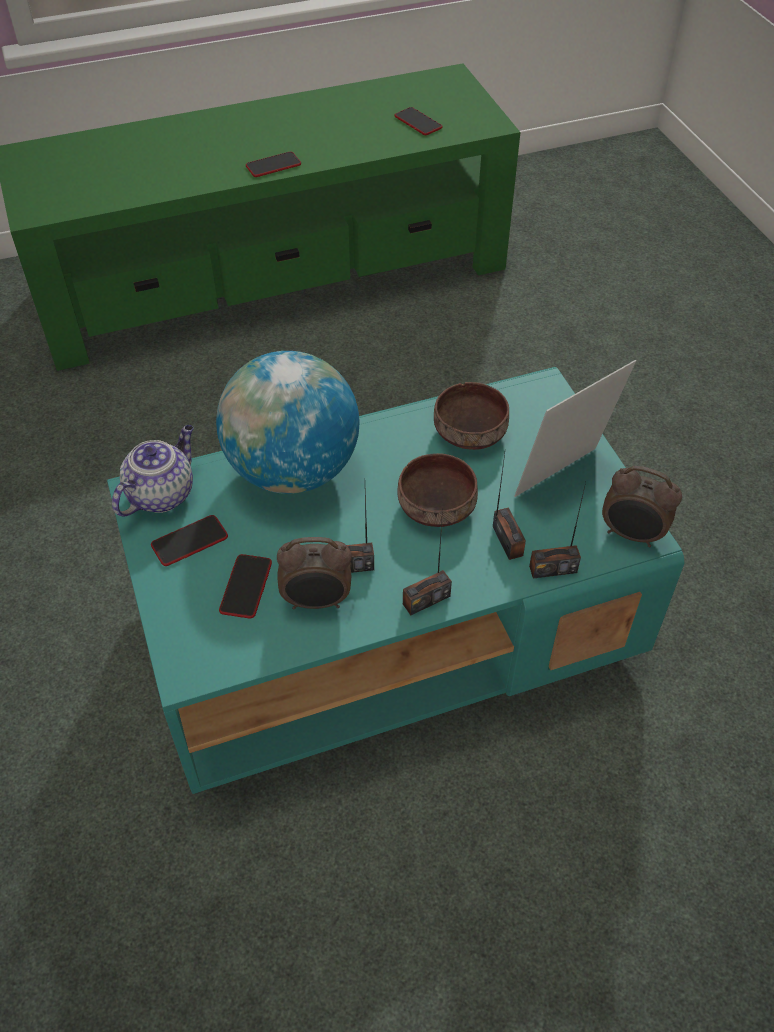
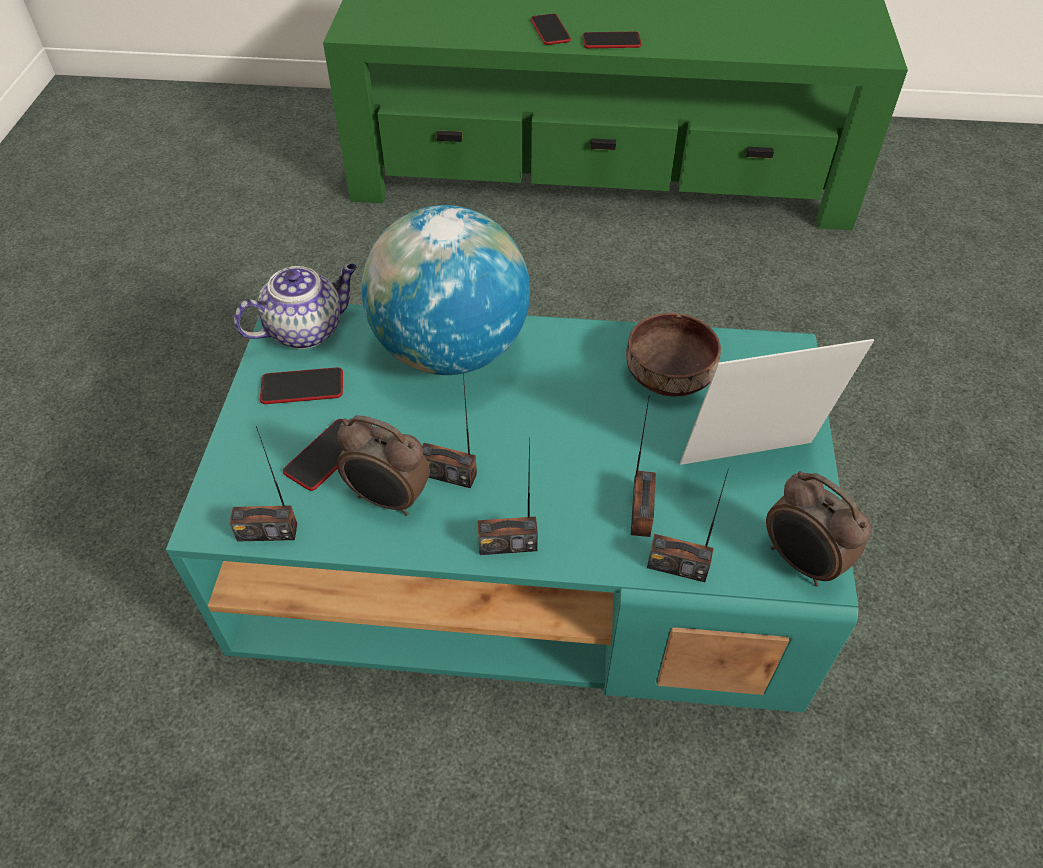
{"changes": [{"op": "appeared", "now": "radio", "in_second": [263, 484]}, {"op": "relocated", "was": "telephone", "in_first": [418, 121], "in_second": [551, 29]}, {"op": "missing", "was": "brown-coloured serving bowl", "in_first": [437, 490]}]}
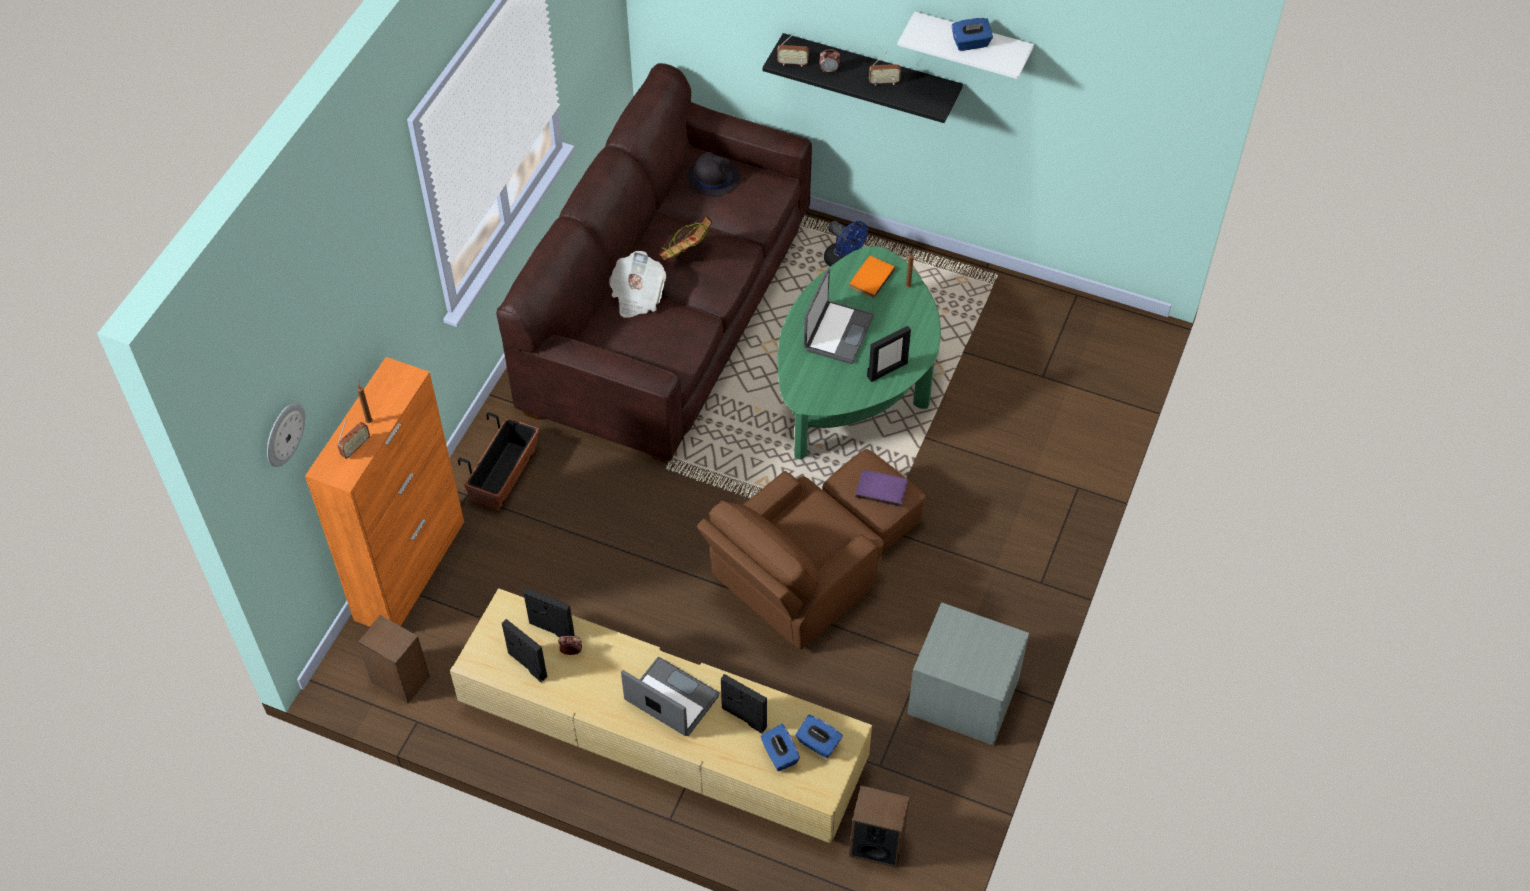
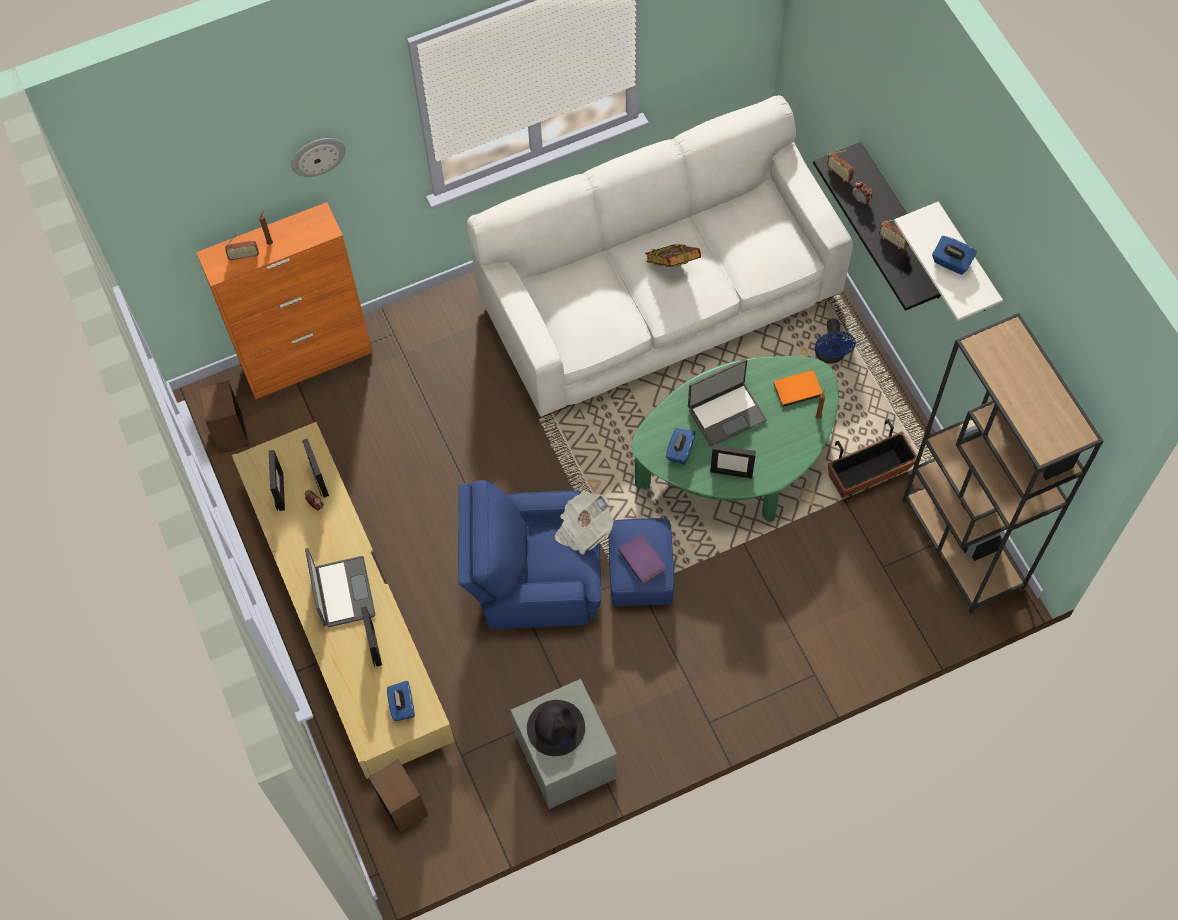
{"changes": [{"op": "relocated", "was": "hanging clock", "in_first": [286, 435], "in_second": [318, 157]}, {"op": "colour", "was": "brown-coloured armchair", "now": "blue armchair", "in_first": [811, 549], "in_second": [566, 554]}, {"op": "colour", "was": "brown-coloured settee", "now": "whitish settee", "in_first": [654, 263], "in_second": [660, 256]}, {"op": "relocated", "was": "black-coloured hat", "in_first": [713, 174], "in_second": [556, 728]}, {"op": "relocated", "was": "printed paper", "in_first": [637, 284], "in_second": [584, 522]}, {"op": "relocated", "was": "blue box of tissues", "in_first": [780, 747], "in_second": [681, 446]}, {"op": "relocated", "was": "flower pot", "in_first": [499, 461], "in_second": [872, 458]}, {"op": "appeared", "now": "bookcase", "in_second": [1003, 463]}]}
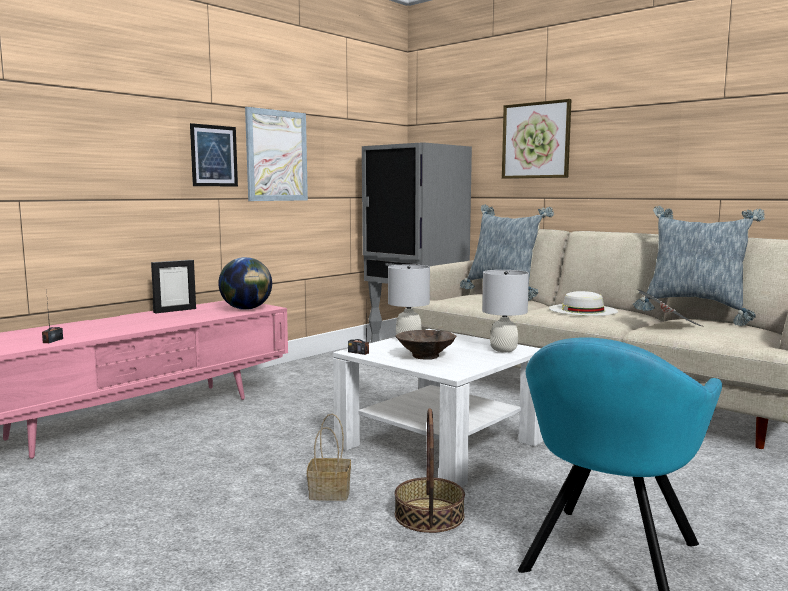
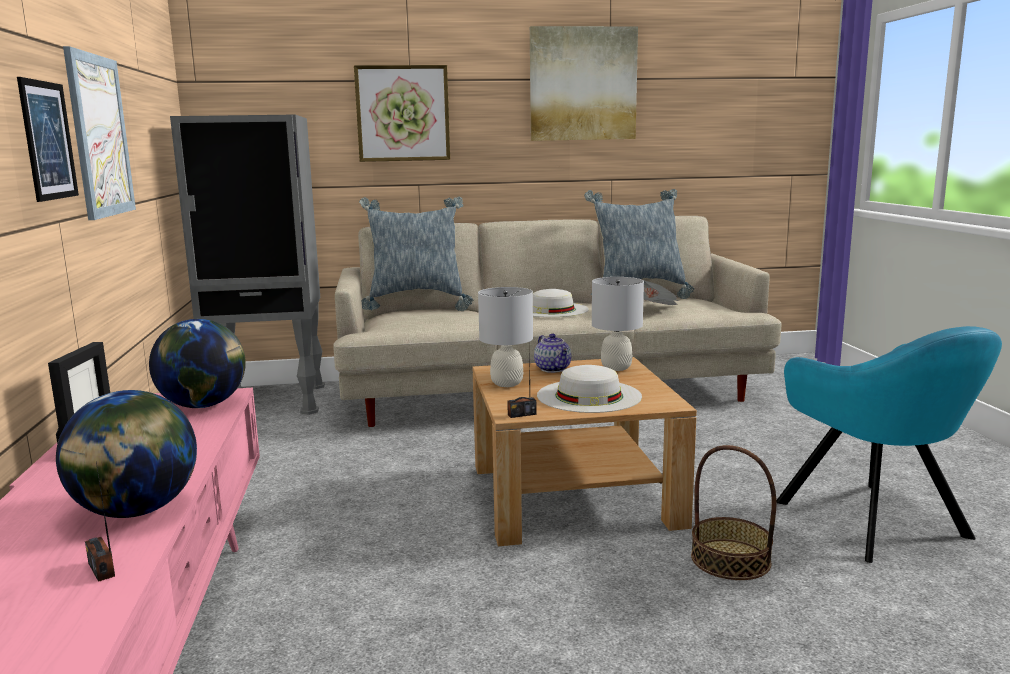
{"changes": [{"op": "appeared", "now": "globe", "in_second": [126, 454]}, {"op": "colour", "was": "whitish coffee table", "now": "brown-coloured coffee table", "in_first": [438, 408], "in_second": [585, 451]}, {"op": "appeared", "now": "wall art", "in_second": [584, 83]}, {"op": "appeared", "now": "pot for tea", "in_second": [552, 353]}, {"op": "exchanged", "was": "brown-coloured serving bowl", "now": "whitish hat", "in_first": [426, 345], "in_second": [589, 389]}, {"op": "missing", "was": "household basket", "in_first": [329, 457]}]}
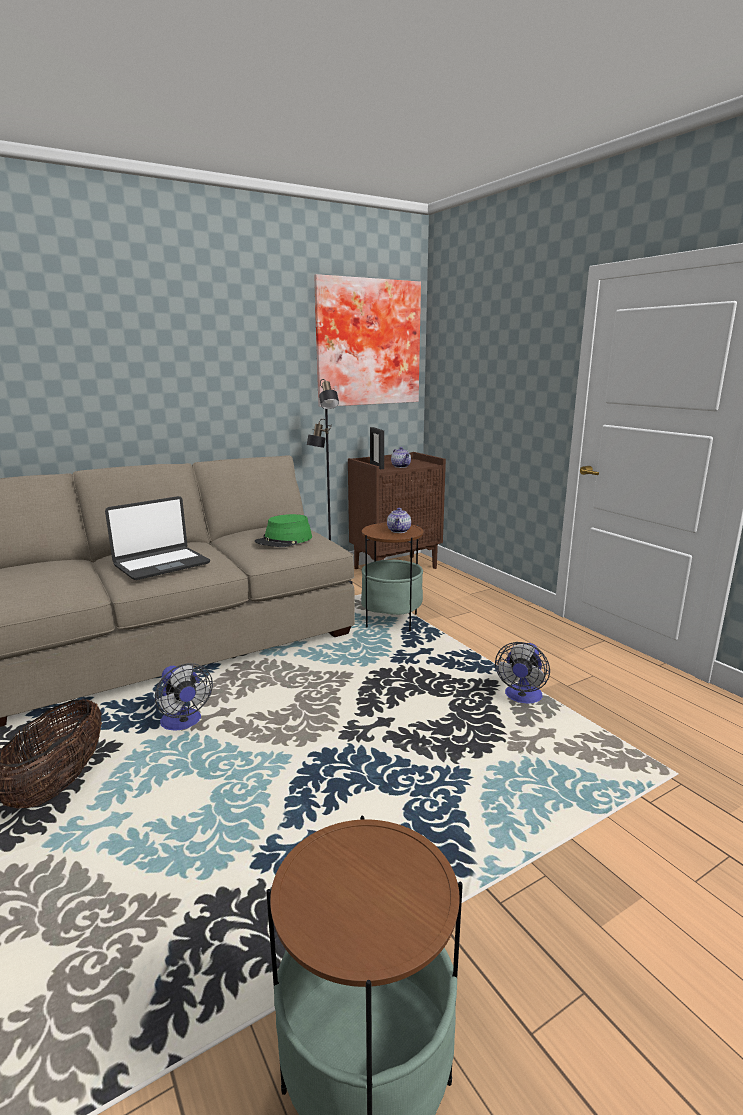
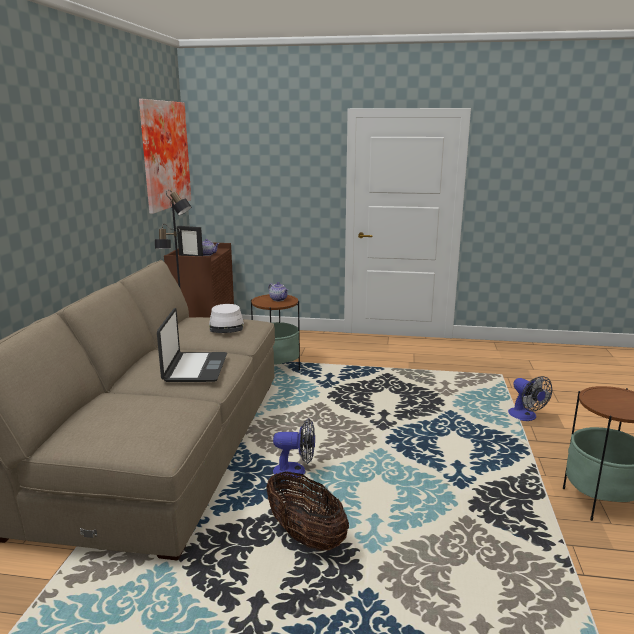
{"changes": [{"op": "colour", "was": "green-coloured hat", "now": "whitish hat", "in_first": [283, 530], "in_second": [226, 318]}, {"op": "relocated", "was": "fan", "in_first": [522, 672], "in_second": [530, 398]}]}
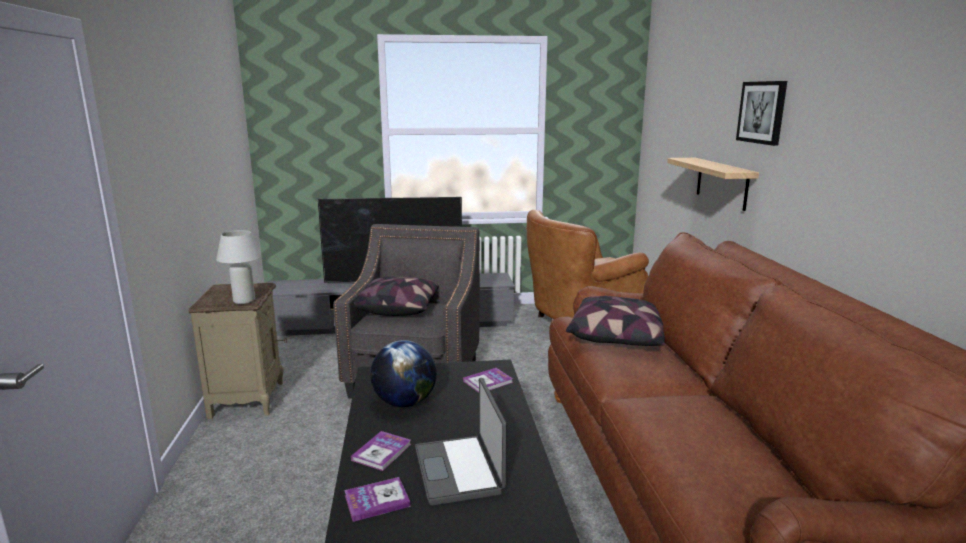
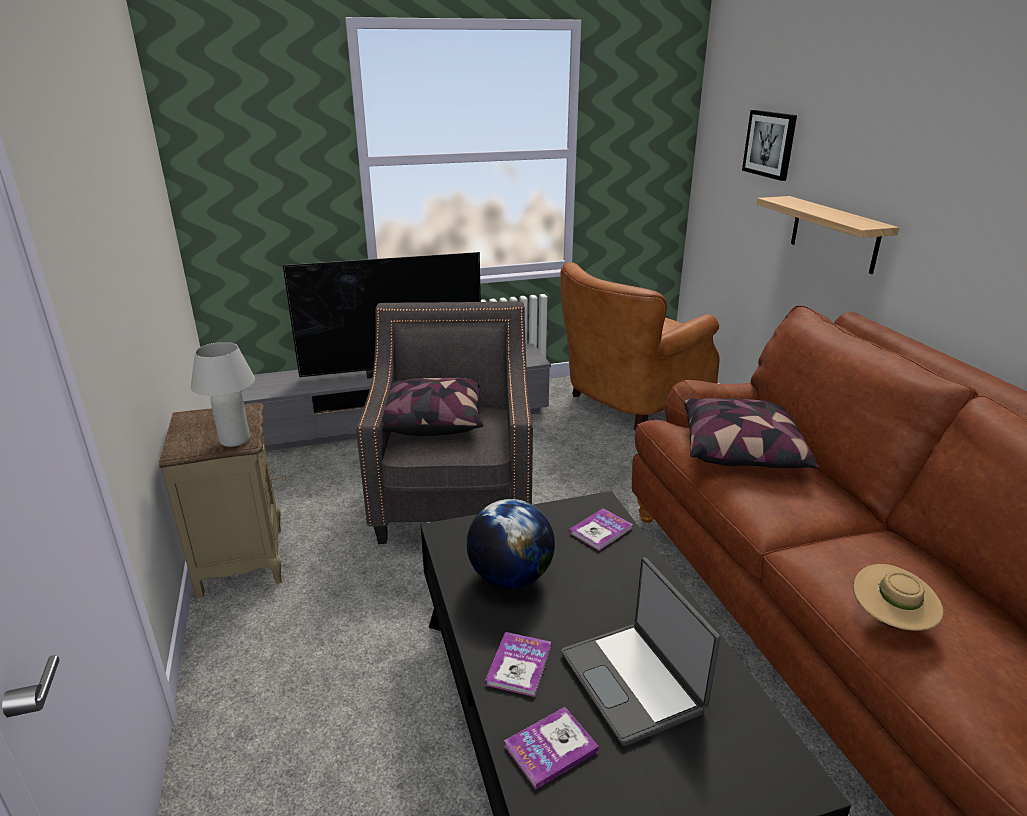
{"changes": [{"op": "relocated", "was": "wall art", "in_first": [761, 113], "in_second": [769, 145]}, {"op": "appeared", "now": "beige-coloured hat", "in_second": [898, 597]}]}
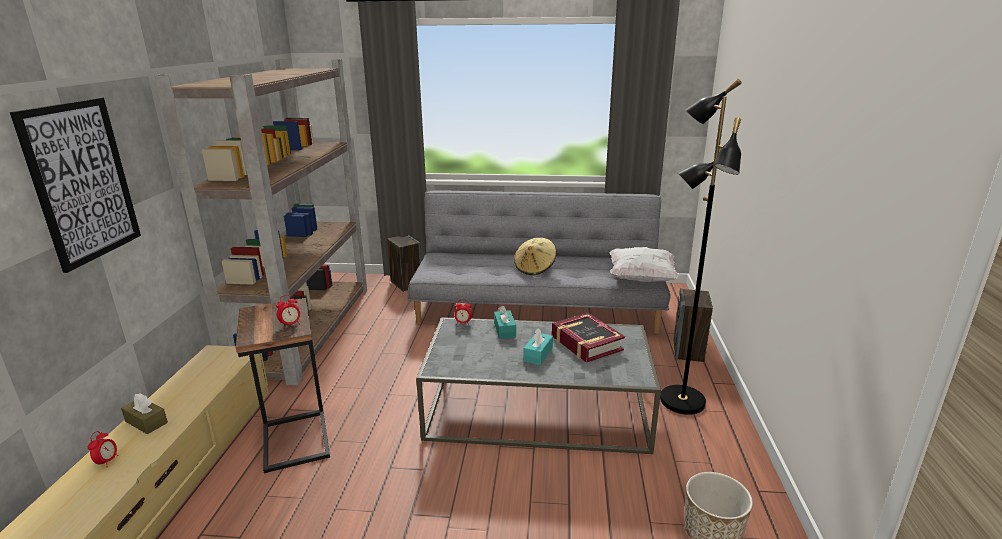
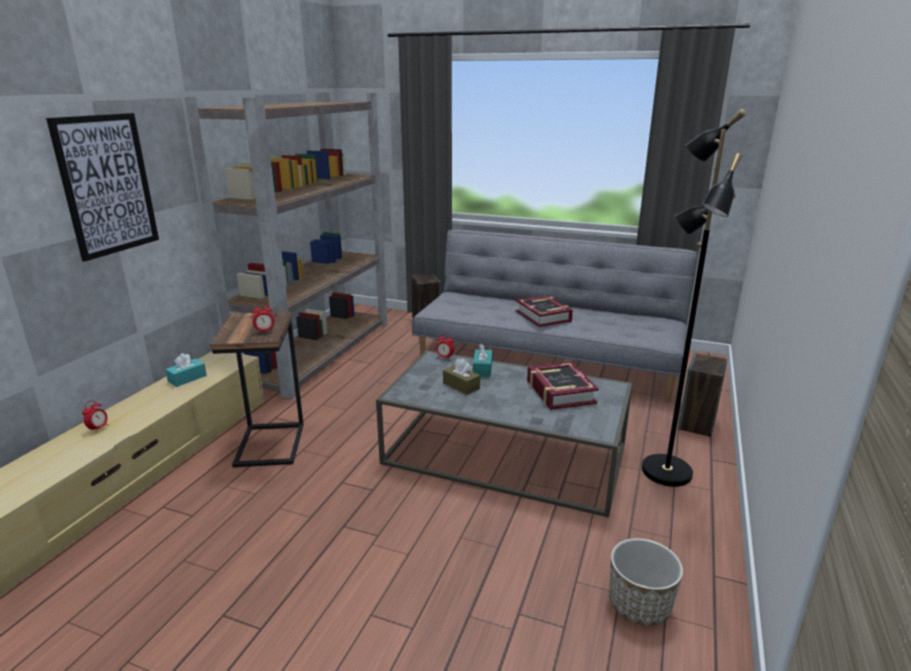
{"changes": [{"op": "relocated", "was": "turquoise box of tissues", "in_first": [538, 346], "in_second": [186, 370]}, {"op": "relocated", "was": "brown-coloured box of tissues", "in_first": [144, 413], "in_second": [461, 377]}, {"op": "exchanged", "was": "beige-coloured hat", "now": "book", "in_first": [535, 256], "in_second": [544, 311]}, {"op": "missing", "was": "whitish throw pillow", "in_first": [644, 264]}]}
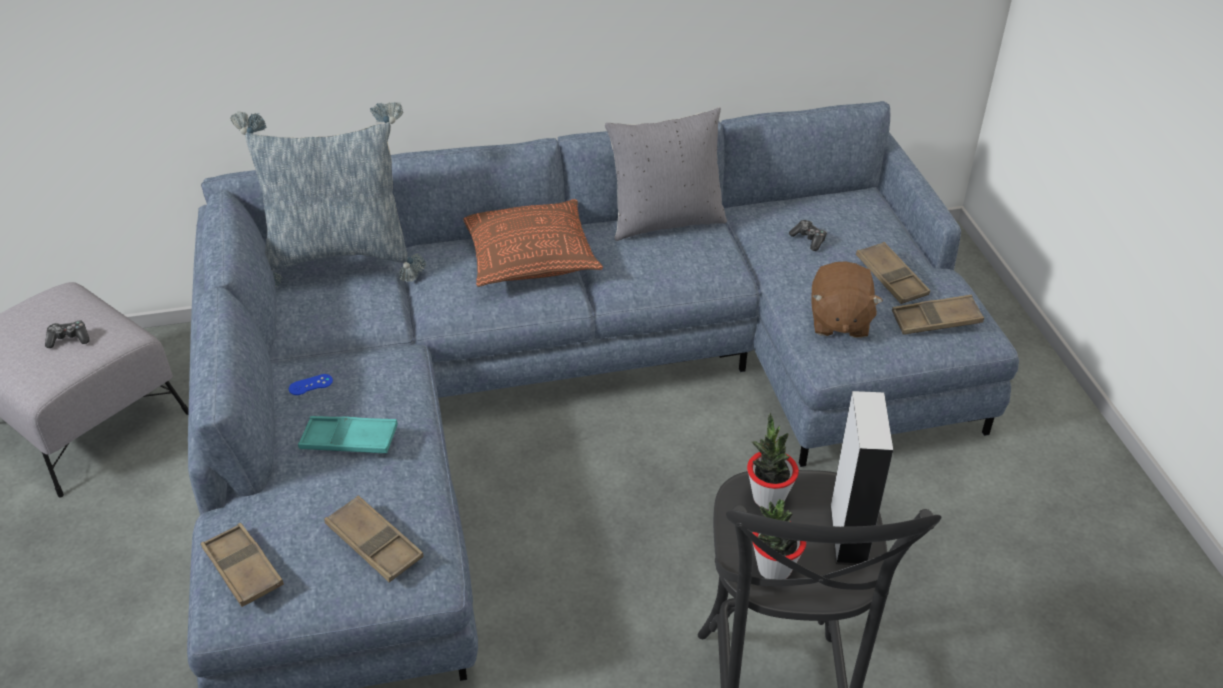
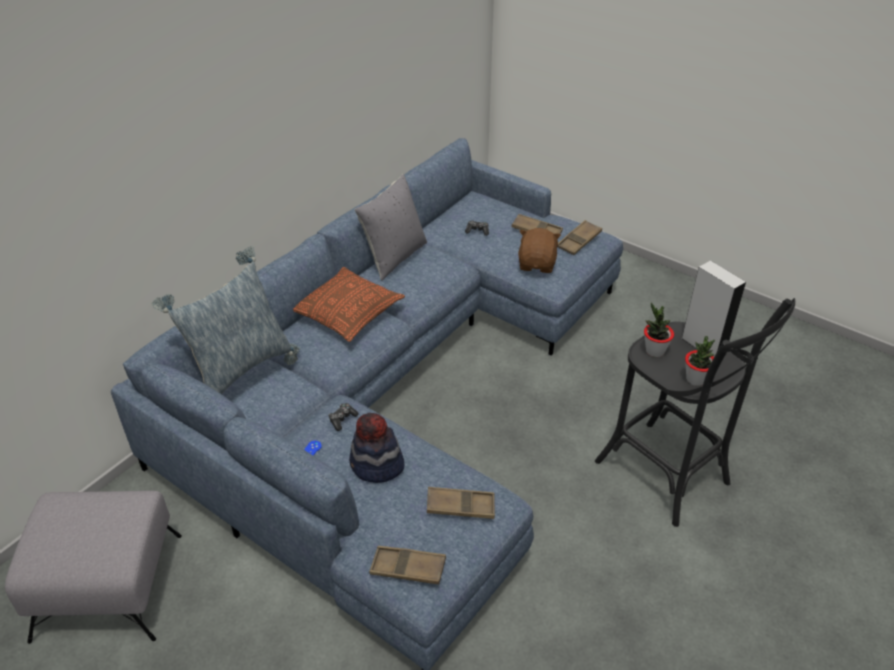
{"changes": [{"op": "relocated", "was": "joypad", "in_first": [67, 334], "in_second": [343, 417]}, {"op": "exchanged", "was": "turquoise tray", "now": "hat", "in_first": [348, 434], "in_second": [376, 448]}, {"op": "spun", "was": "brown-coloured cuddly toy", "in_first": [847, 299], "in_second": [539, 250], "clockwise": -135}]}
